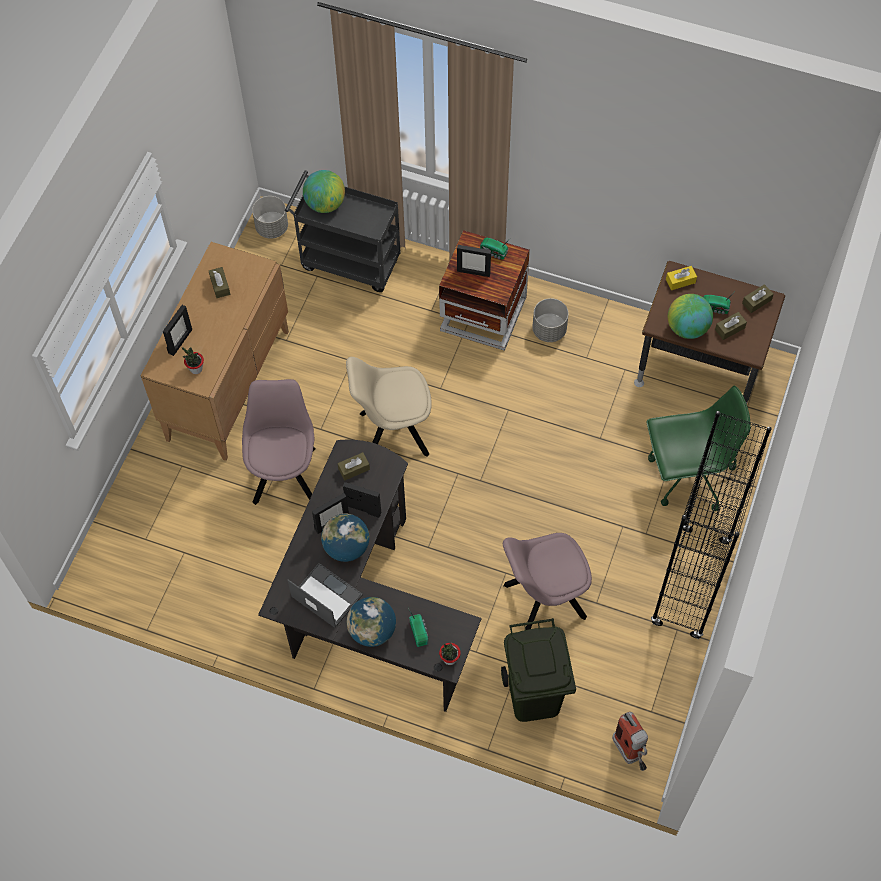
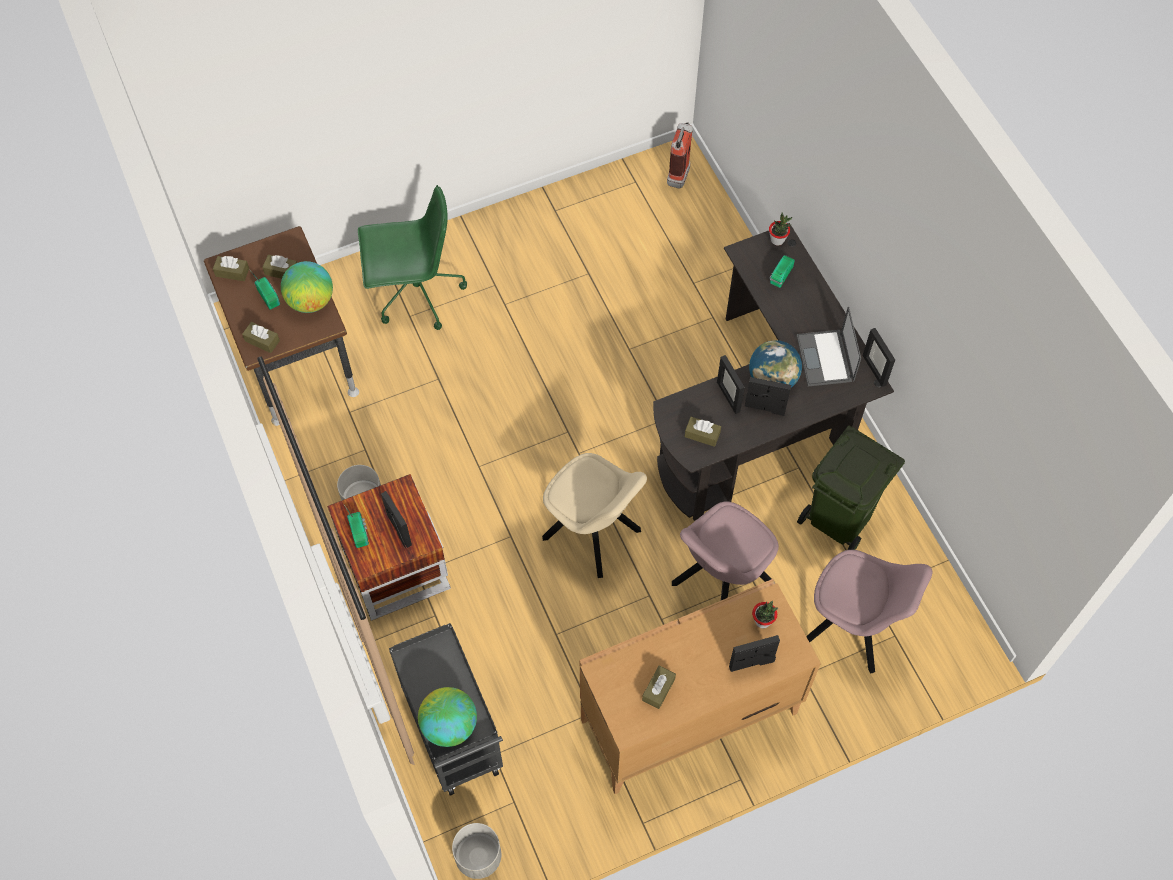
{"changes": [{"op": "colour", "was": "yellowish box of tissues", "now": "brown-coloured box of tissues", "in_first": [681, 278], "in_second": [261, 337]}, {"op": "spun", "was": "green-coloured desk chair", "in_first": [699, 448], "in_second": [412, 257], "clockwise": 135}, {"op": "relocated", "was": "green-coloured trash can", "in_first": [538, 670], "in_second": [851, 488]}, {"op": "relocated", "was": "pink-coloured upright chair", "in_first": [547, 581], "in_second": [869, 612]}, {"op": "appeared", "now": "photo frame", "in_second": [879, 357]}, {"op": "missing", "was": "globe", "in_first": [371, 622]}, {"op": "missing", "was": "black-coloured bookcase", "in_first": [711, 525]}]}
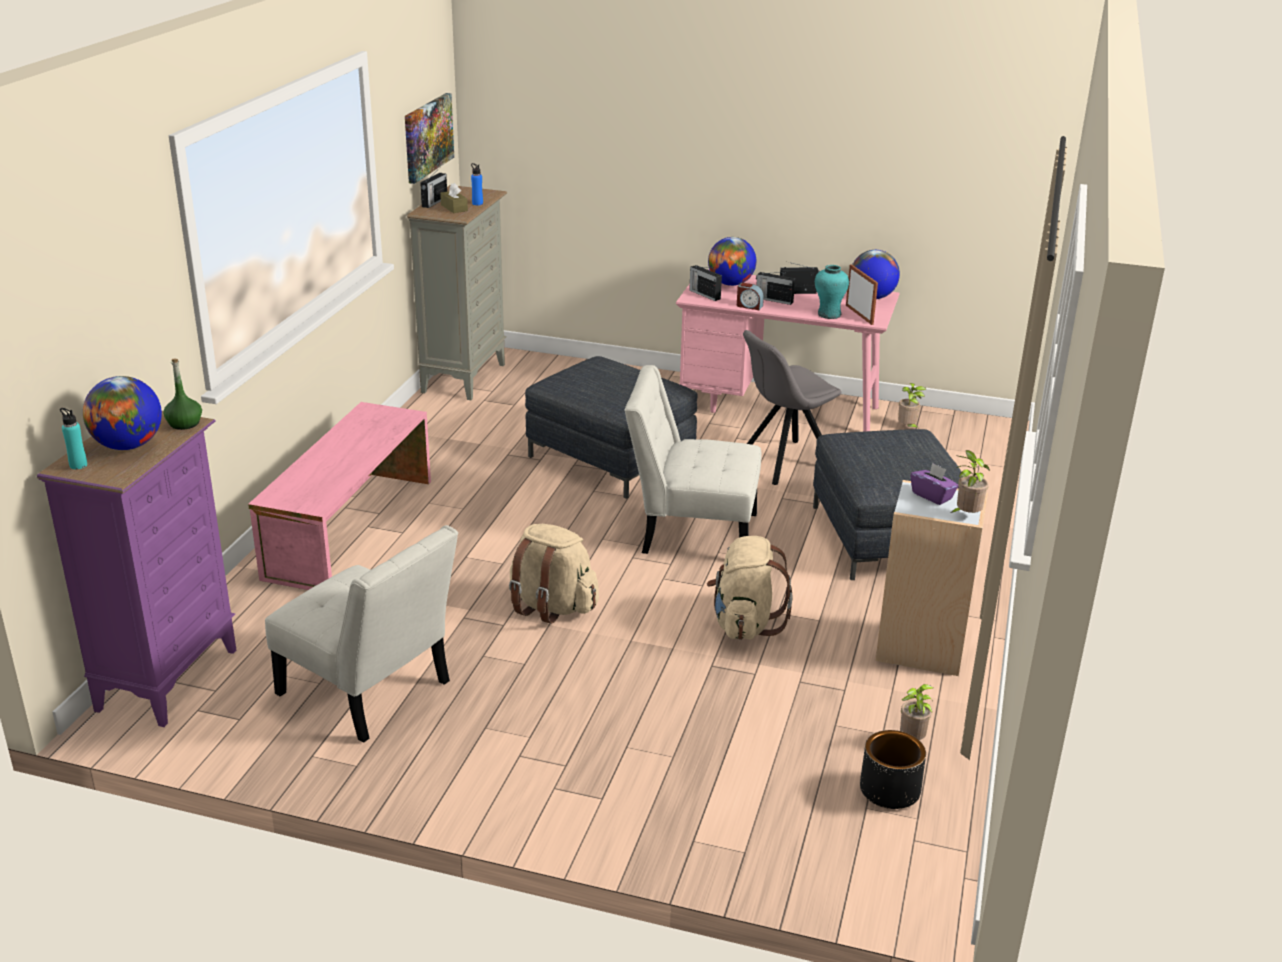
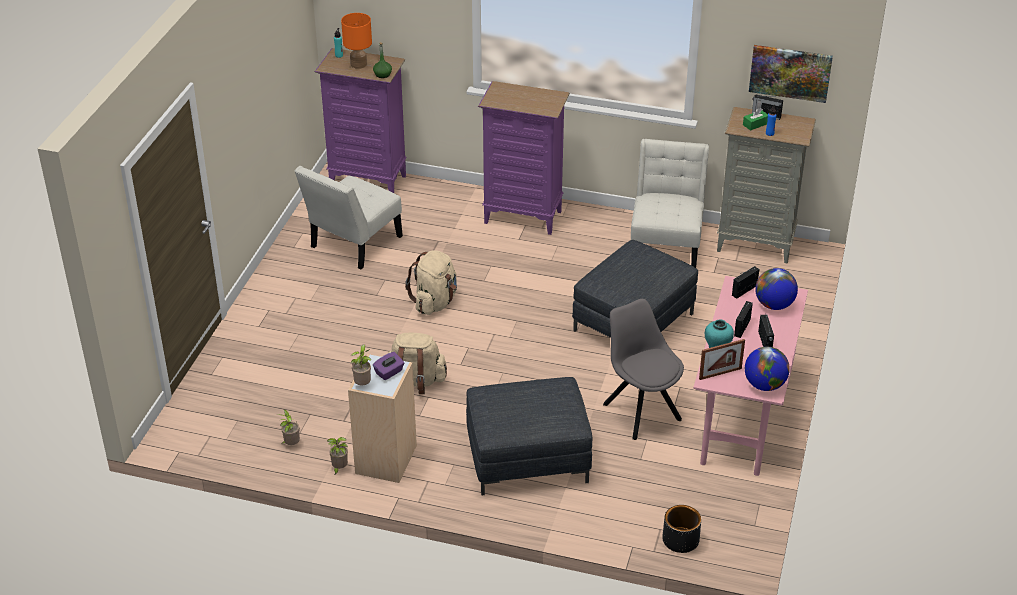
{"changes": [{"op": "relocated", "was": "potted plant", "in_first": [912, 406], "in_second": [337, 456]}, {"op": "exchanged", "was": "globe", "now": "orangey tabletop lamp", "in_first": [122, 413], "in_second": [356, 41]}, {"op": "exchanged", "was": "pink-coloured long seat", "now": "purple chest of drawers", "in_first": [339, 496], "in_second": [524, 158]}, {"op": "relocated", "was": "whitish upright chair", "in_first": [692, 459], "in_second": [670, 203]}, {"op": "relocated", "was": "black-coloured flower pot", "in_first": [893, 769], "in_second": [681, 529]}, {"op": "colour", "was": "brown-coloured box of tissues", "now": "green-coloured box of tissues", "in_first": [454, 198], "in_second": [755, 119]}, {"op": "missing", "was": "alarm clock", "in_first": [750, 296]}]}
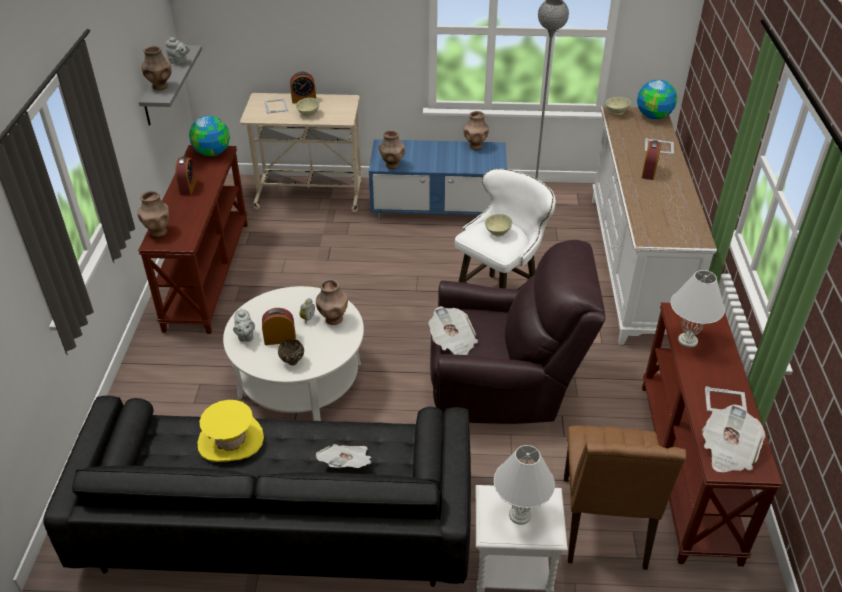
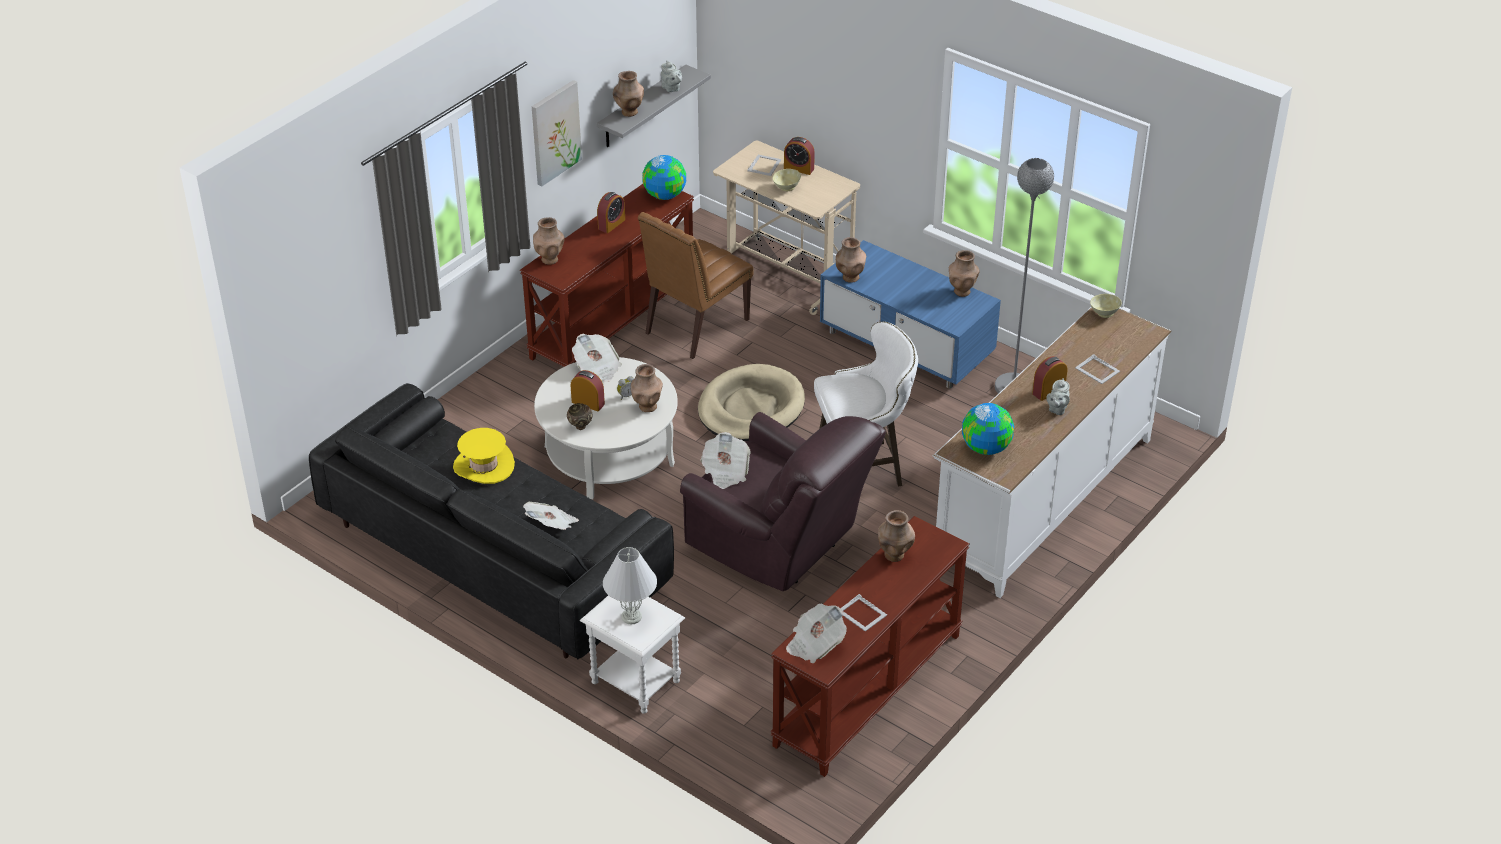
{"changes": [{"op": "appeared", "now": "wall art", "in_second": [557, 133]}, {"op": "appeared", "now": "printed paper", "in_second": [597, 358]}, {"op": "relocated", "was": "brown-coloured upright chair", "in_first": [625, 497], "in_second": [696, 285]}, {"op": "appeared", "now": "beige-coloured pet bed", "in_second": [751, 402]}, {"op": "exchanged", "was": "whitish tabletop lamp", "now": "brown-coloured vase", "in_first": [698, 308], "in_second": [896, 536]}, {"op": "relocated", "was": "globe", "in_first": [657, 99], "in_second": [988, 429]}, {"op": "relocated", "was": "grey pot for tea", "in_first": [244, 325], "in_second": [1058, 396]}, {"op": "missing", "was": "beige-coloured serving bowl", "in_first": [499, 225]}]}
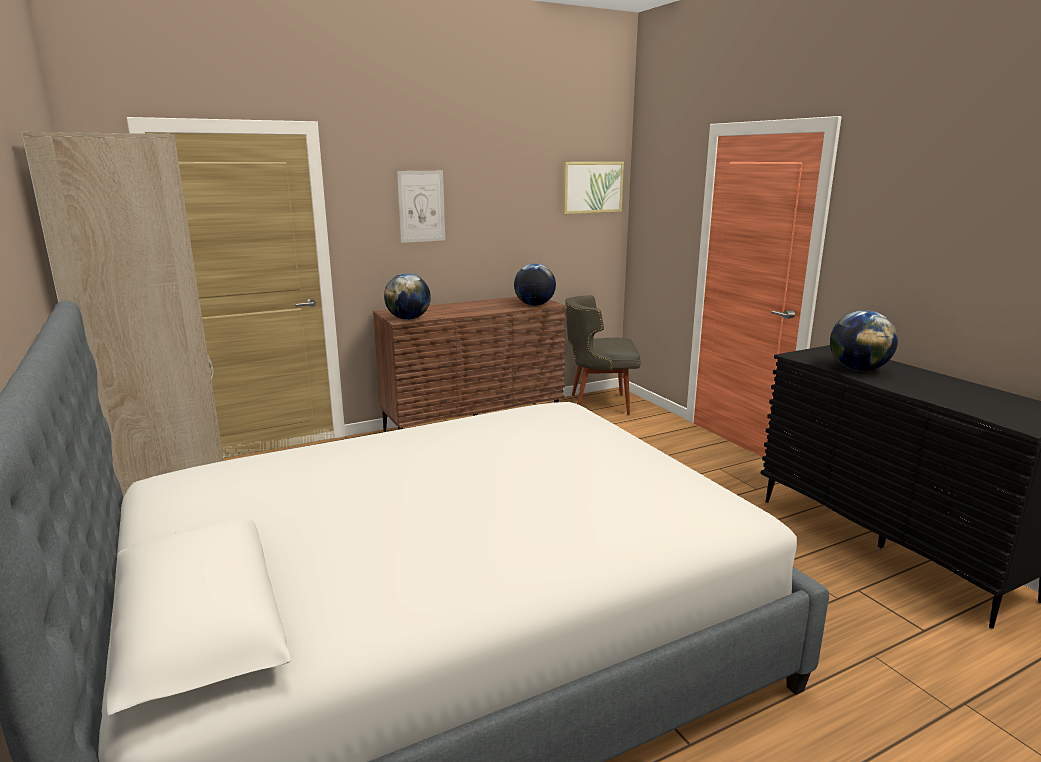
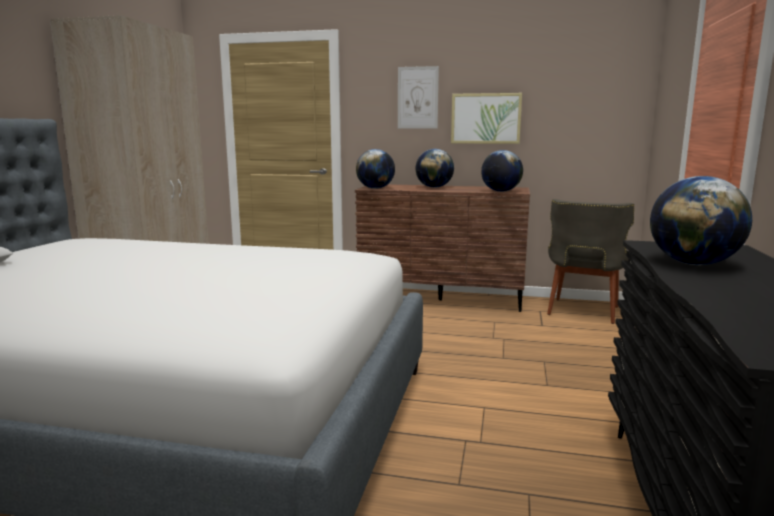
{"changes": [{"op": "appeared", "now": "globe", "in_second": [435, 168]}, {"op": "relocated", "was": "wall art", "in_first": [593, 188], "in_second": [486, 118]}, {"op": "spun", "was": "grey upright chair", "in_first": [603, 355], "in_second": [590, 261], "clockwise": -105}]}
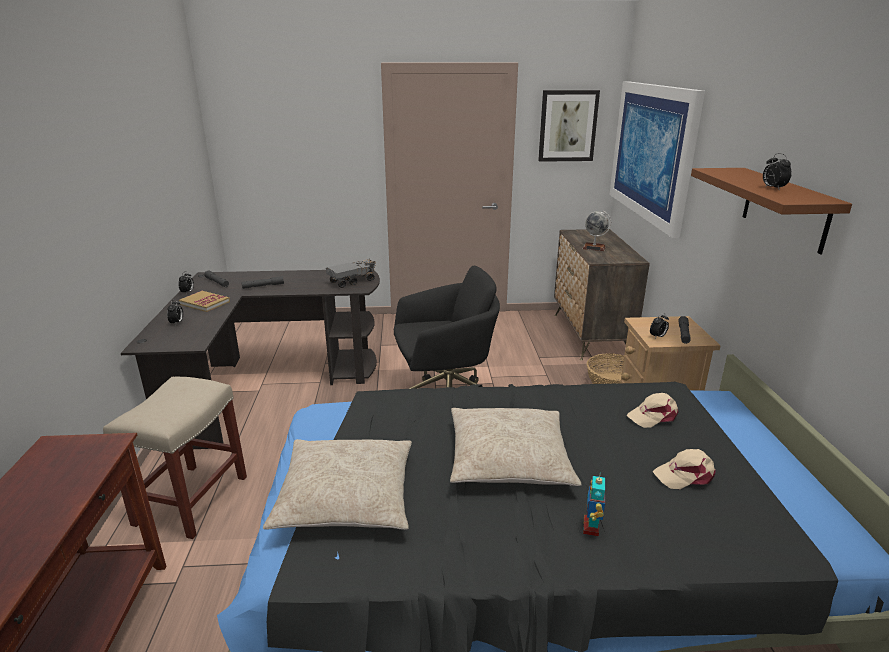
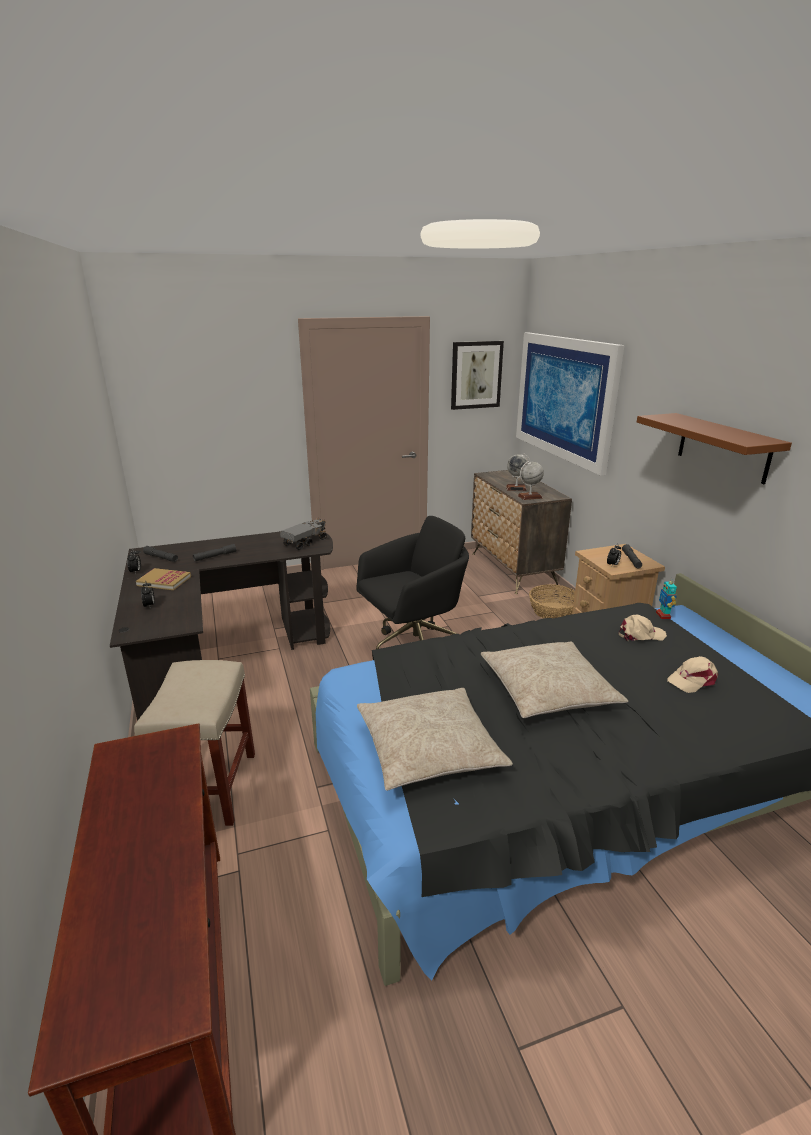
{"changes": [{"op": "appeared", "now": "globe", "in_second": [531, 480]}, {"op": "spun", "was": "beige-coloured cap", "in_first": [652, 410], "in_second": [642, 627], "clockwise": -150}, {"op": "relocated", "was": "toy robot", "in_first": [594, 505], "in_second": [666, 598]}, {"op": "missing", "was": "alarm clock", "in_first": [777, 171]}]}
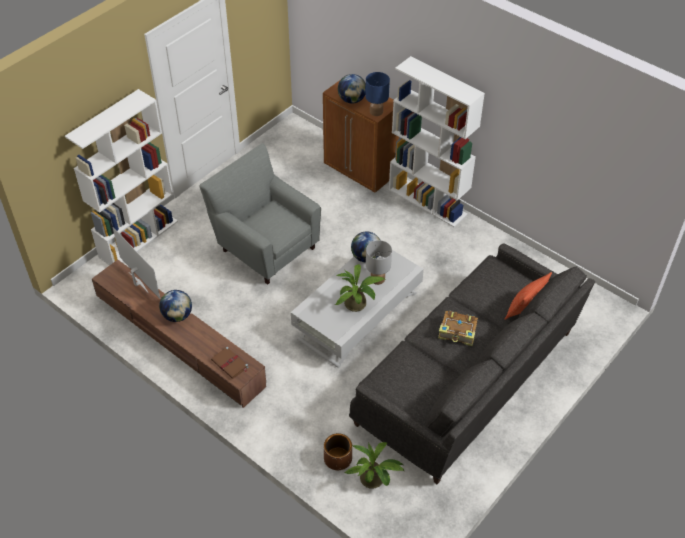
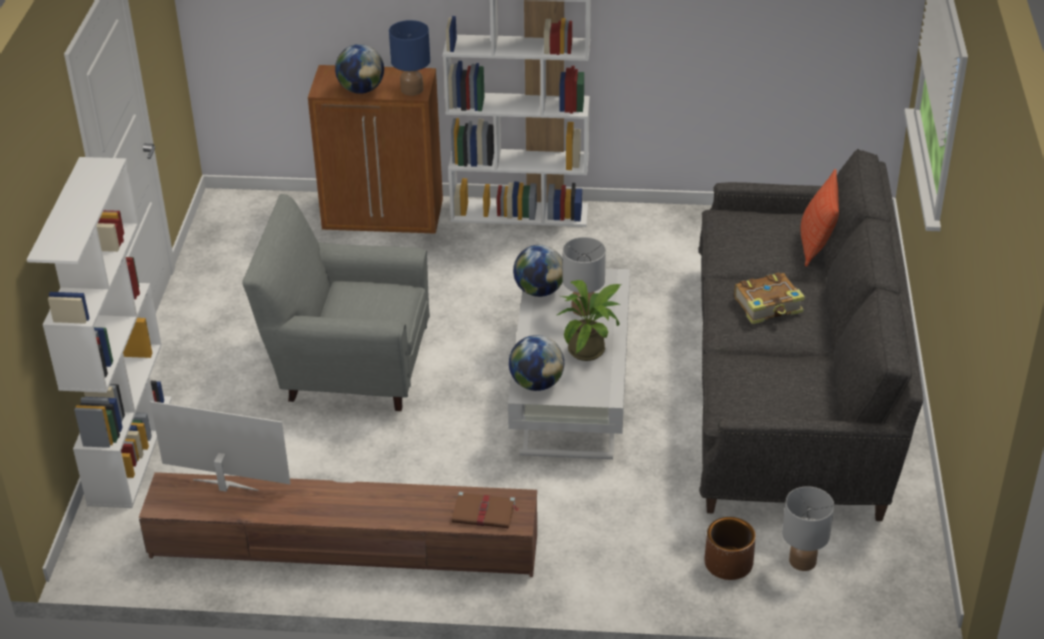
{"changes": [{"op": "relocated", "was": "globe", "in_first": [175, 306], "in_second": [536, 363]}, {"op": "exchanged", "was": "potted plant", "now": "grey tabletop lamp", "in_first": [374, 465], "in_second": [808, 528]}]}
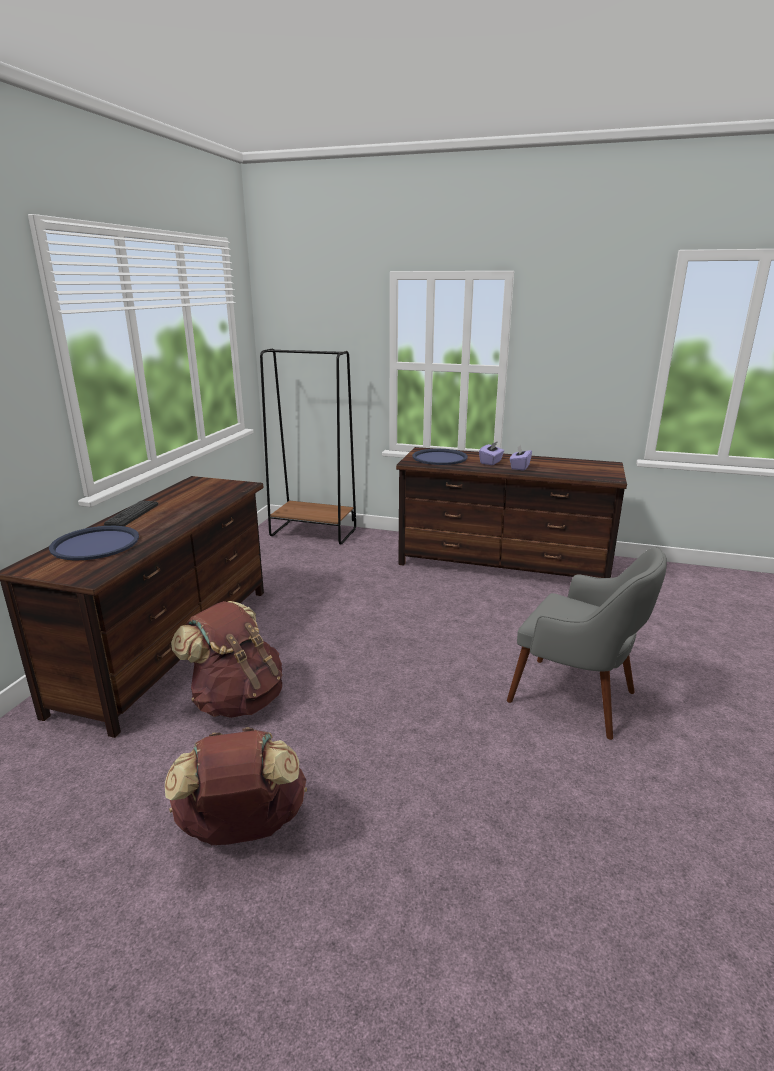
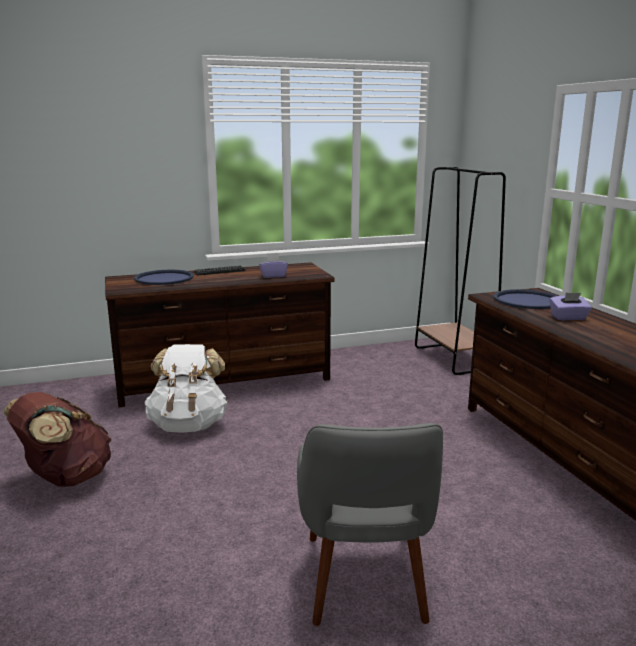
{"changes": [{"op": "colour", "was": "brown-coloured backpack", "now": "whitish backpack", "in_first": [226, 659], "in_second": [186, 388]}, {"op": "relocated", "was": "purple box of tissues", "in_first": [521, 457], "in_second": [273, 266]}]}
